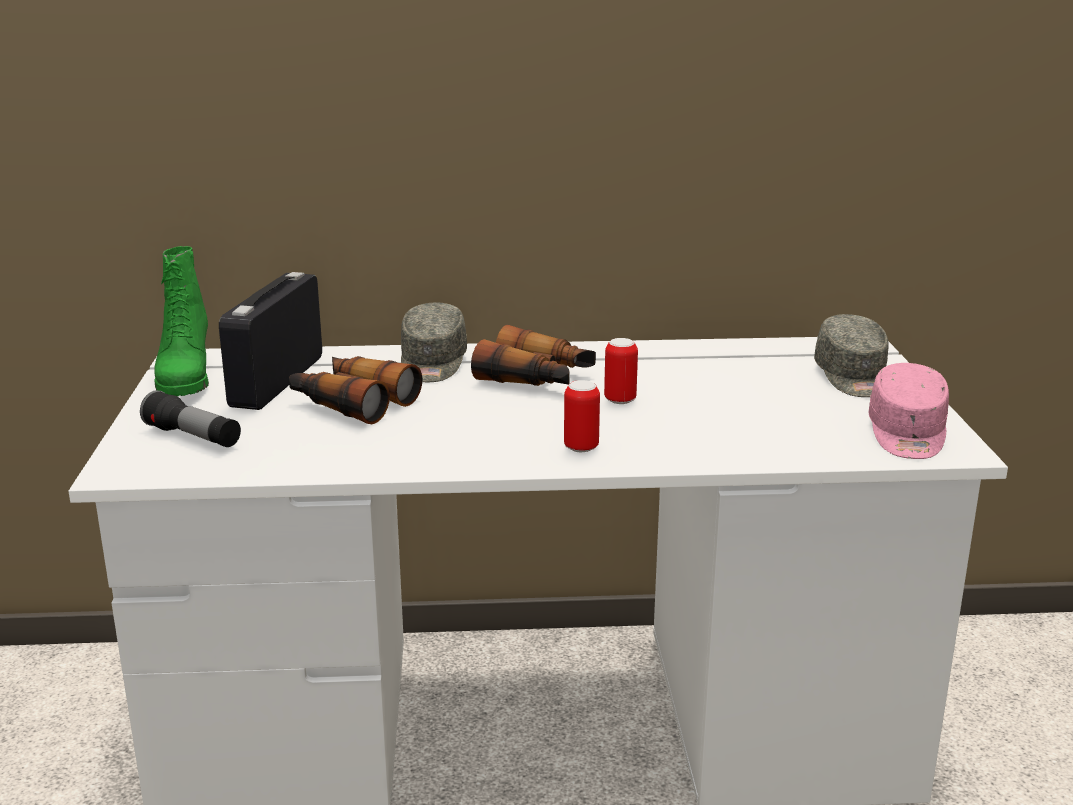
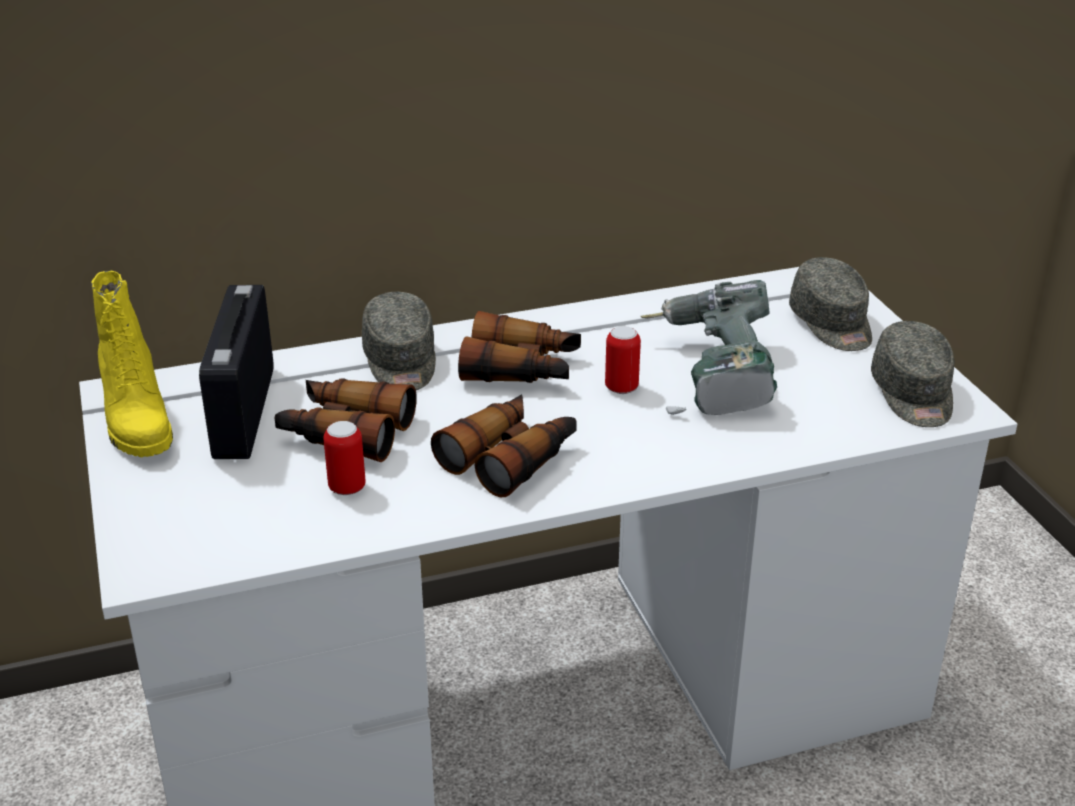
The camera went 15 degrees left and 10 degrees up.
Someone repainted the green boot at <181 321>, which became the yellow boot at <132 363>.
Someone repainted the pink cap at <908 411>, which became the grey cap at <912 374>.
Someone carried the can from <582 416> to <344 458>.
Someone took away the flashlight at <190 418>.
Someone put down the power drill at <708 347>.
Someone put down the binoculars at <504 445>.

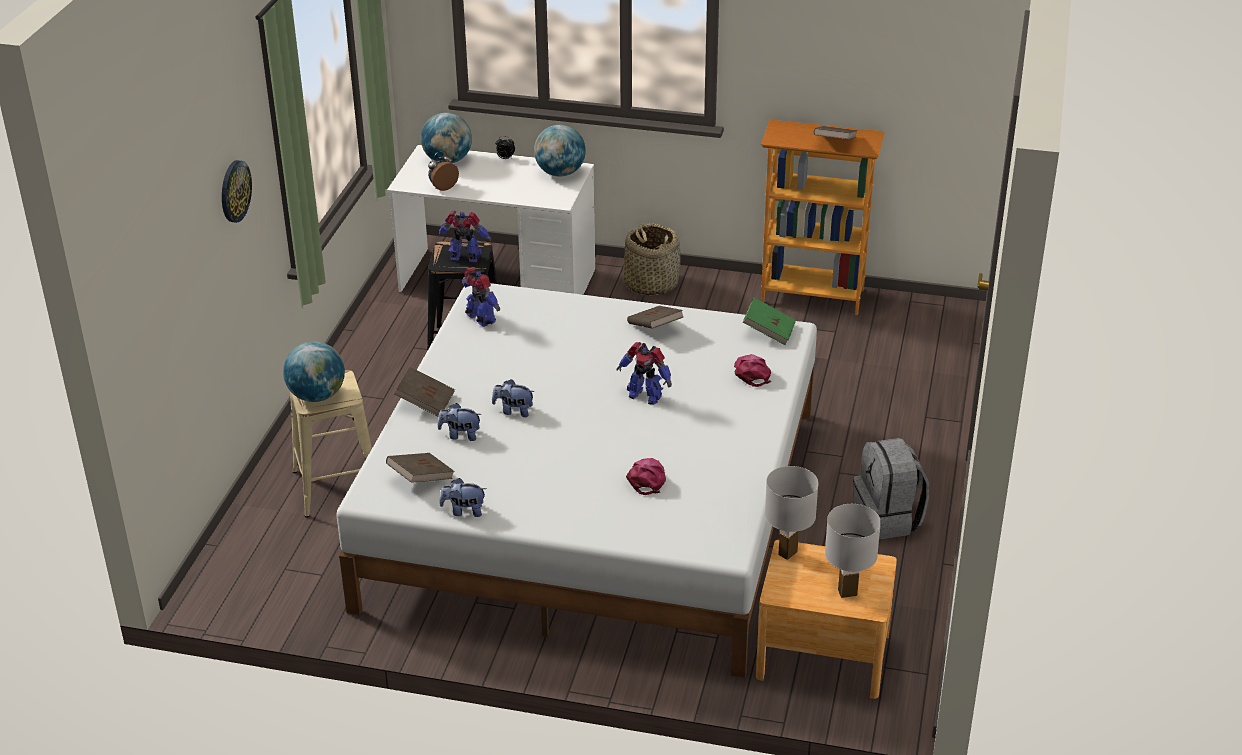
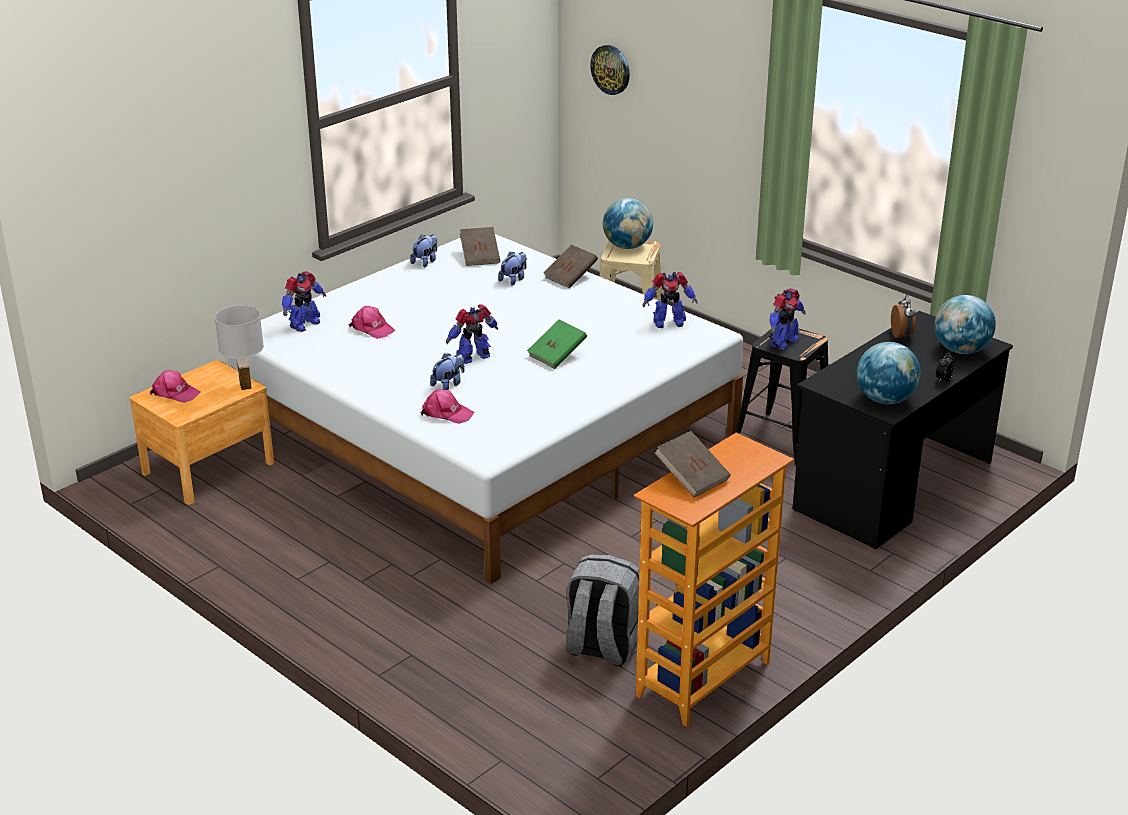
The camera went 120 degrees right and 5 degrees down.
Someone repainted the white desk at <491 220>, which became the black desk at <902 430>.
Someone carried the wall clock from <237 191> to <610 70>.
Someone took away the basket at <651 259>.
Someone carried the green book from <769 321> to <557 344>.
Someone took away the brown book at <655 317>.
Someone carried the plush toy from <513 398> to <447 371>.
Someone carried the grey backpack from <891 488> to <603 610>.
Someone swapped the white table lamp at <853 551> for the pink cap at <175 386>.
Someone put down the toy robot at <304 301>.

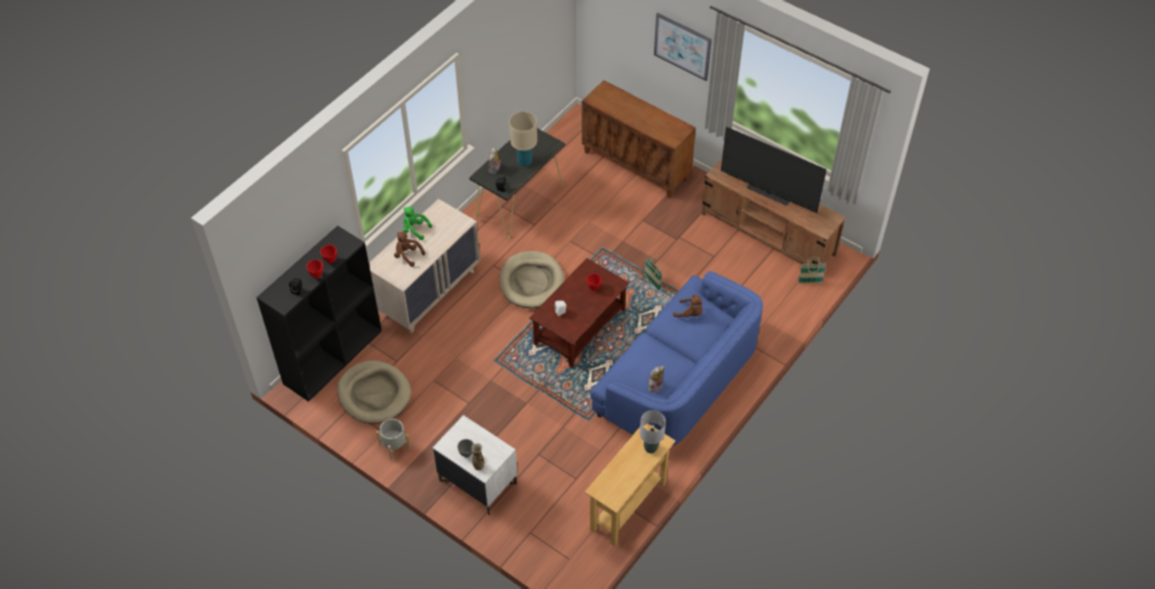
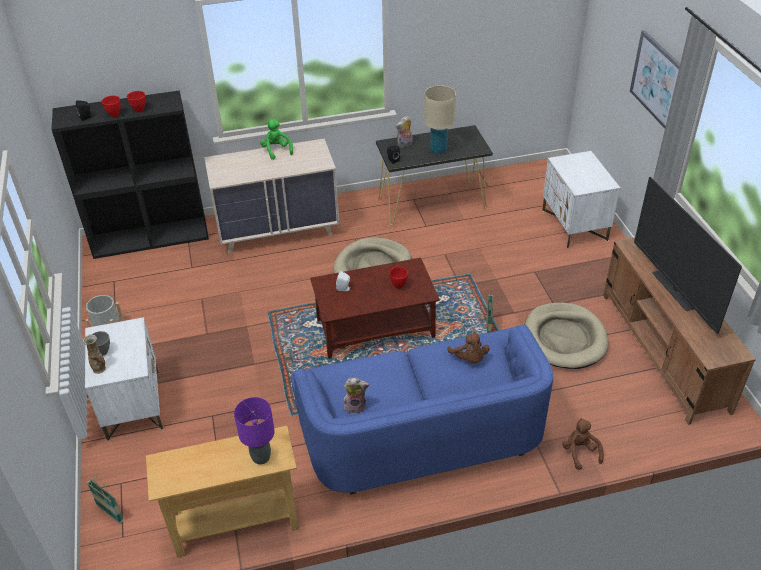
The camera went 40 degrees right and 10 degrees down.
Someone swapped the brown cabinet at <639 139> for the white nightstand at <581 200>.
Someone carried the brown plush toy from <409 249> to <582 444>.
Someone carried the basket from <812 270> to <105 499>.
Someone carried the beige dog bed from <374 392> to <567 335>.
Someone repainted the grey table lamp at <653 431>, which became the purple table lamp at <254 431>.

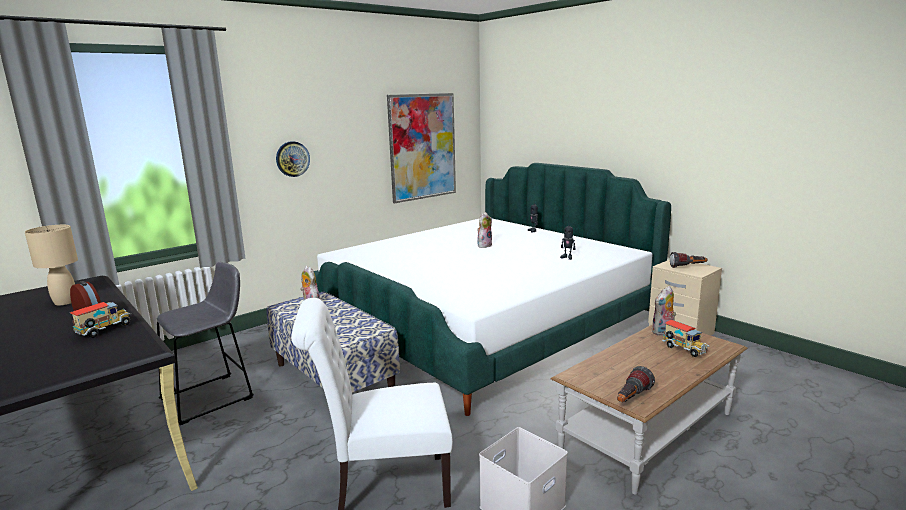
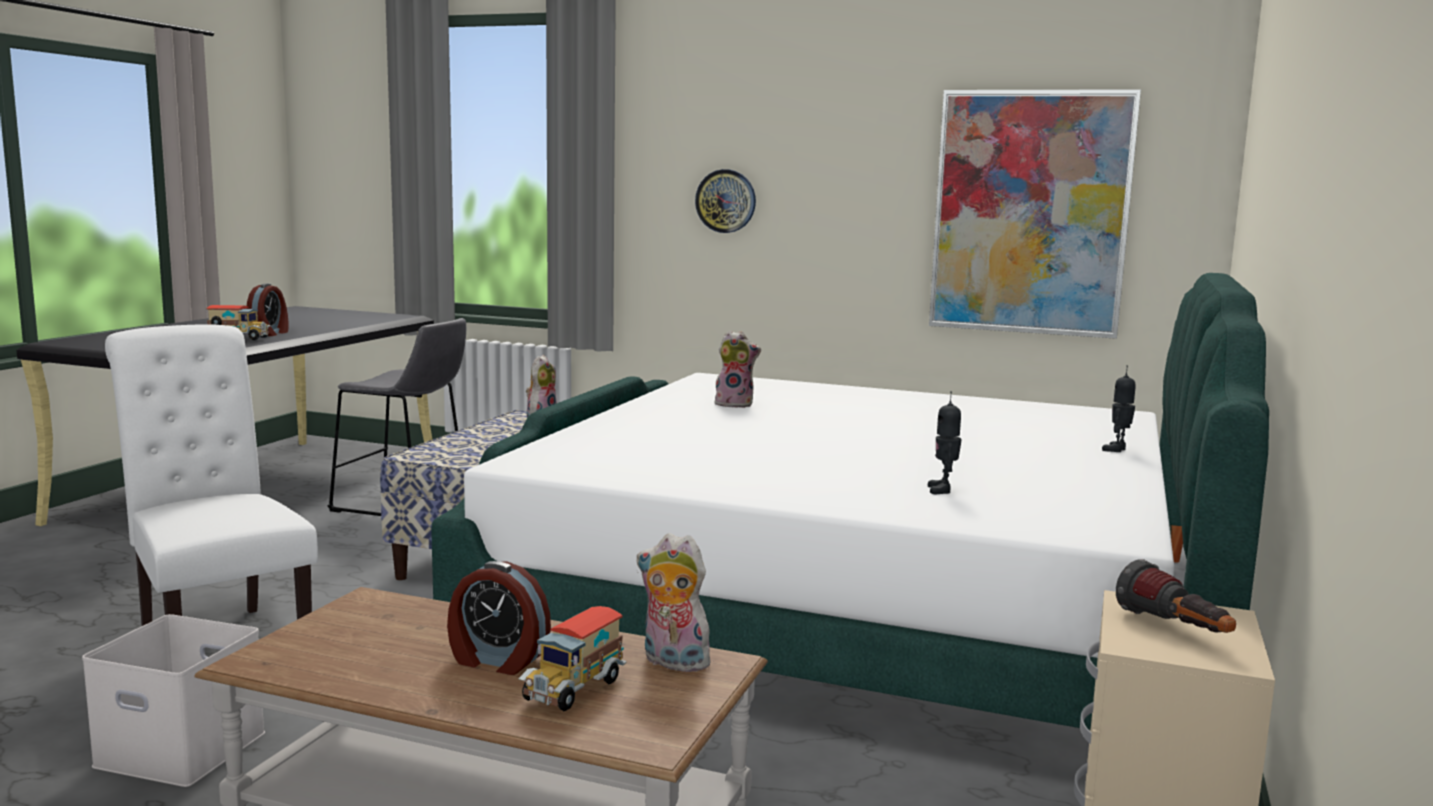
The camera went 60 degrees right and 5 degrees down.
Someone carried the plush toy from <485 230> to <737 369>.
Someone took away the beige table lamp at <51 265>.
Someone took away the flashlight at <636 384>.
Someone put down the alarm clock at <499 618>.

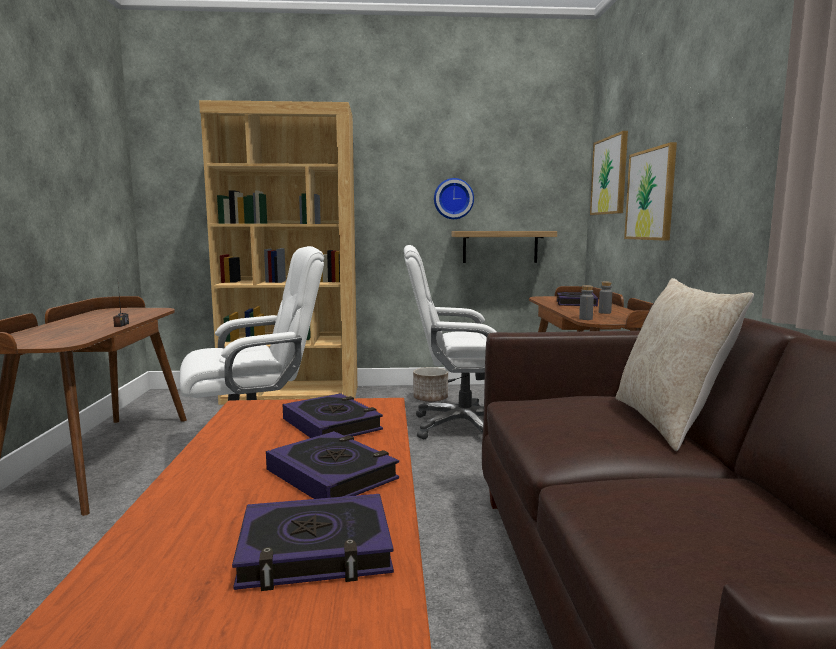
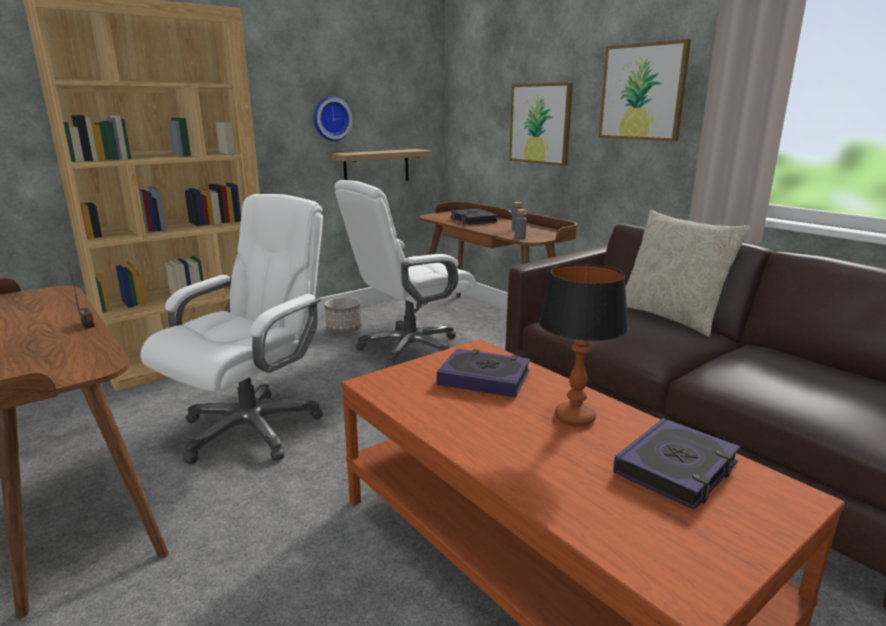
The camera went 35 degrees left and 10 degrees up.
Someone carried the picture from <609 173> to <645 90>.
Someone swapped the book at <332 465> for the table lamp at <584 345>.

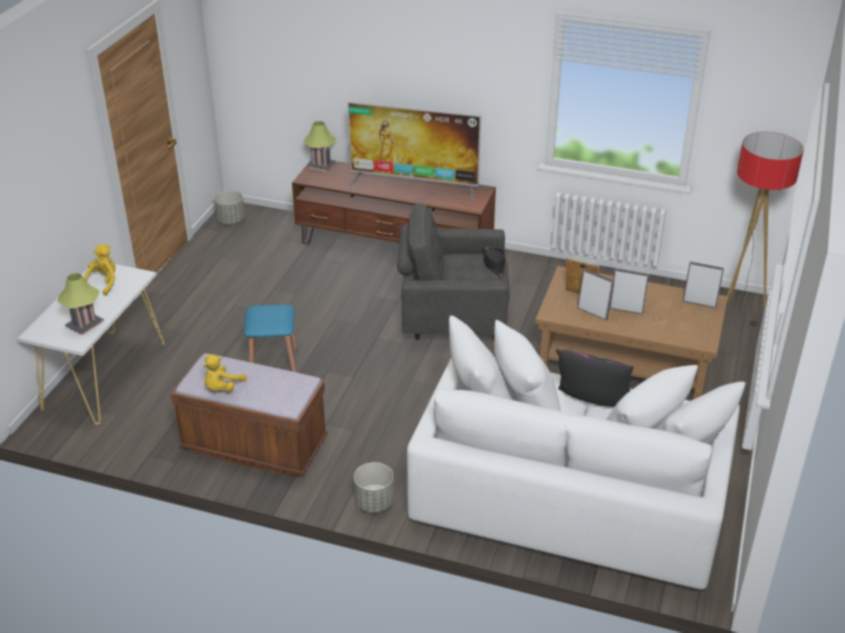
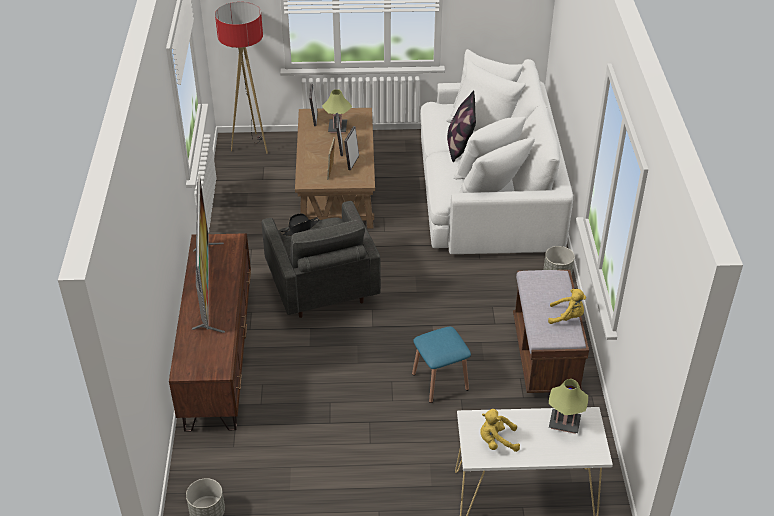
The camera went 110 degrees left and 5 degrees up.
Someone carried the table lamp from <319 146> to <337 111>.

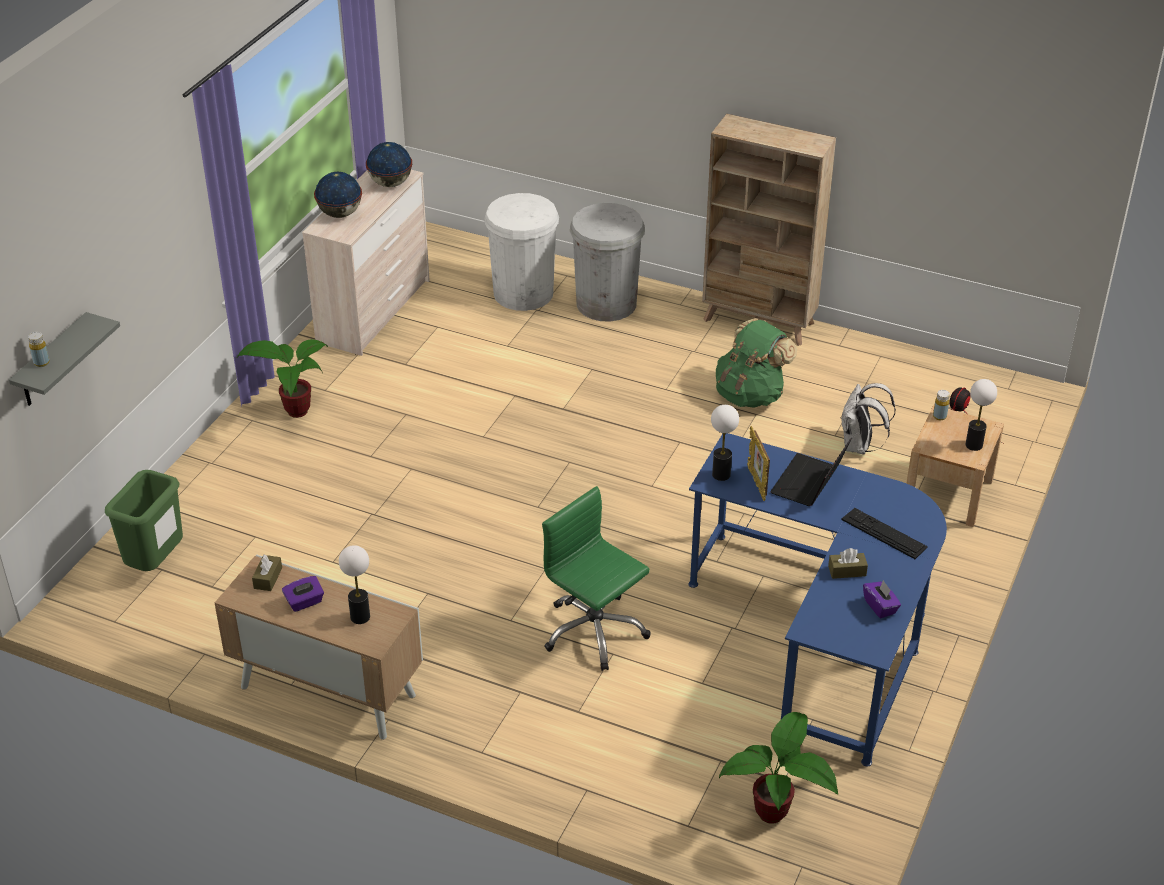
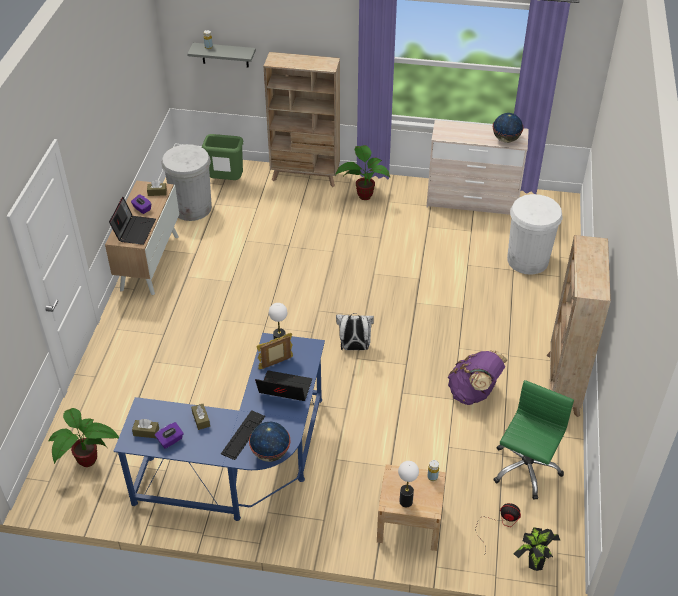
The camera went 75 degrees right and 5 degrees up.
Someone carried the globe from <338 195> to <269 442>.
Someone carried the white trash can from <607 262> to <186 182>.
Someone repainted the green backpack at <756 363>, which became the purple backpack at <478 377>.
Someone carried the white backpack from <868 418> to <355 331>.
Someone carried the green office chair from <596 578> to <533 440>.
Someone swapped the table lamp at <354 584> for the laptop at <132 221>.
Someone put down the beige bookcase at <302 119>.
Someone put down the brown tissue box at <145 428>.
Someone put down the potted plant at <537 549>.

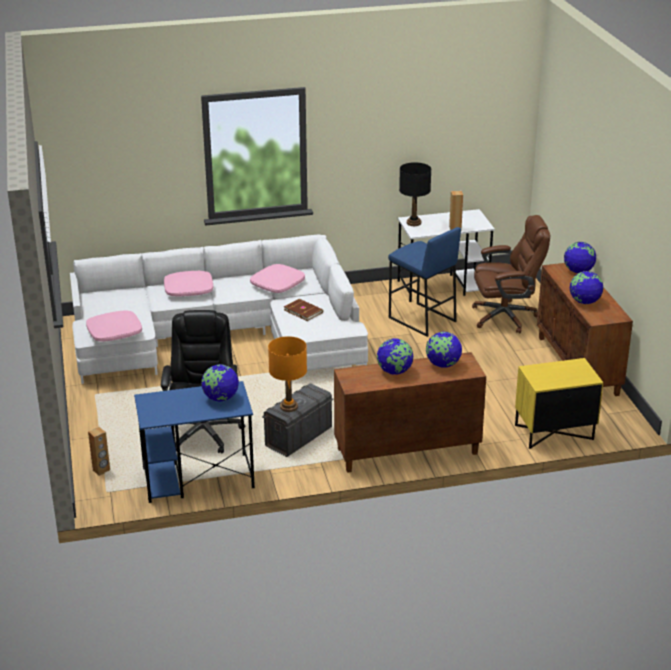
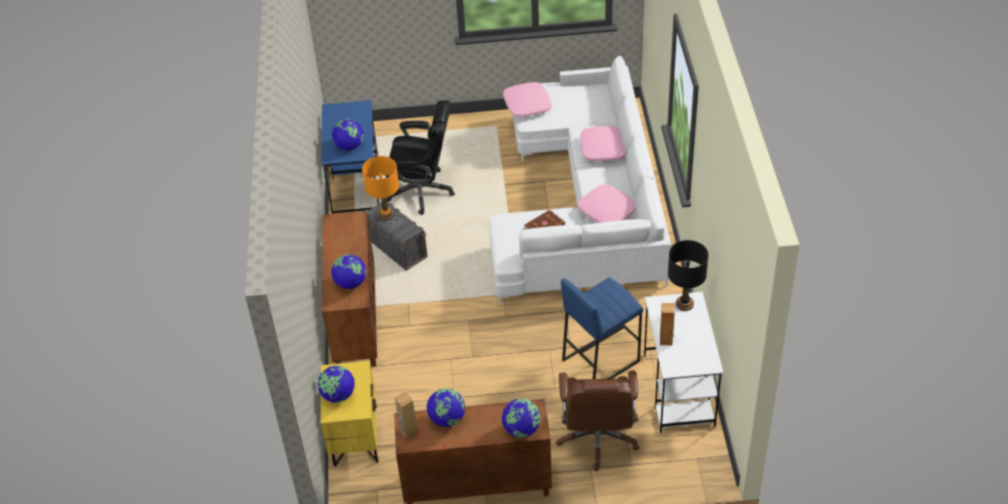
The camera went 100 degrees right and 15 degrees up.
Someone carried the globe from <395 356> to <336 384>.
Someone carried the brown speaker from <99 451> to <406 415>.

